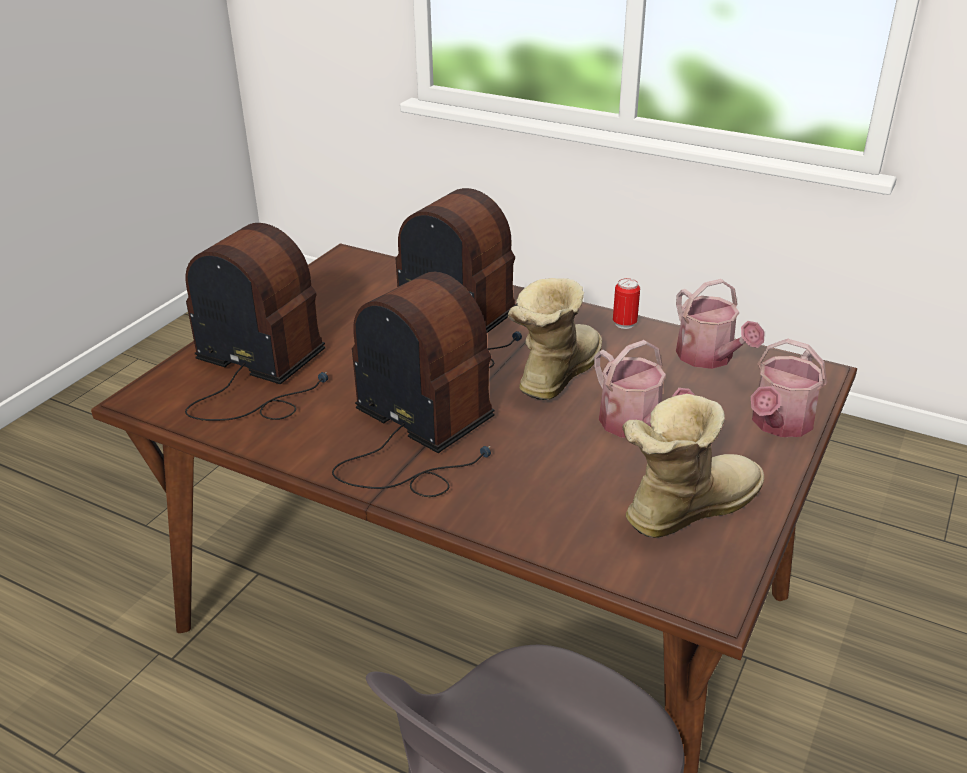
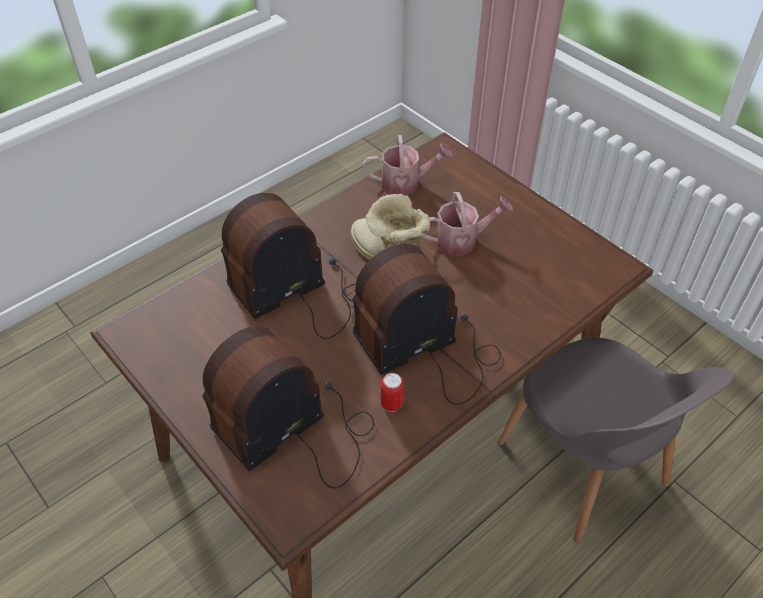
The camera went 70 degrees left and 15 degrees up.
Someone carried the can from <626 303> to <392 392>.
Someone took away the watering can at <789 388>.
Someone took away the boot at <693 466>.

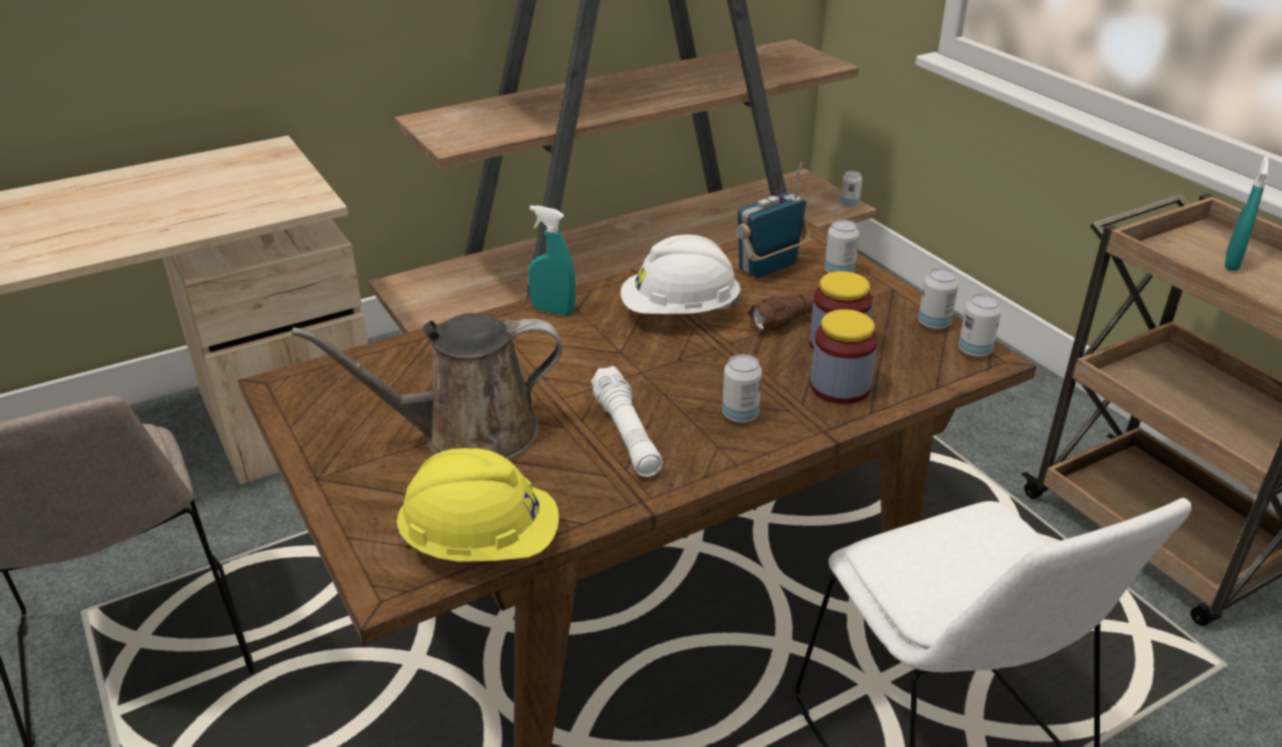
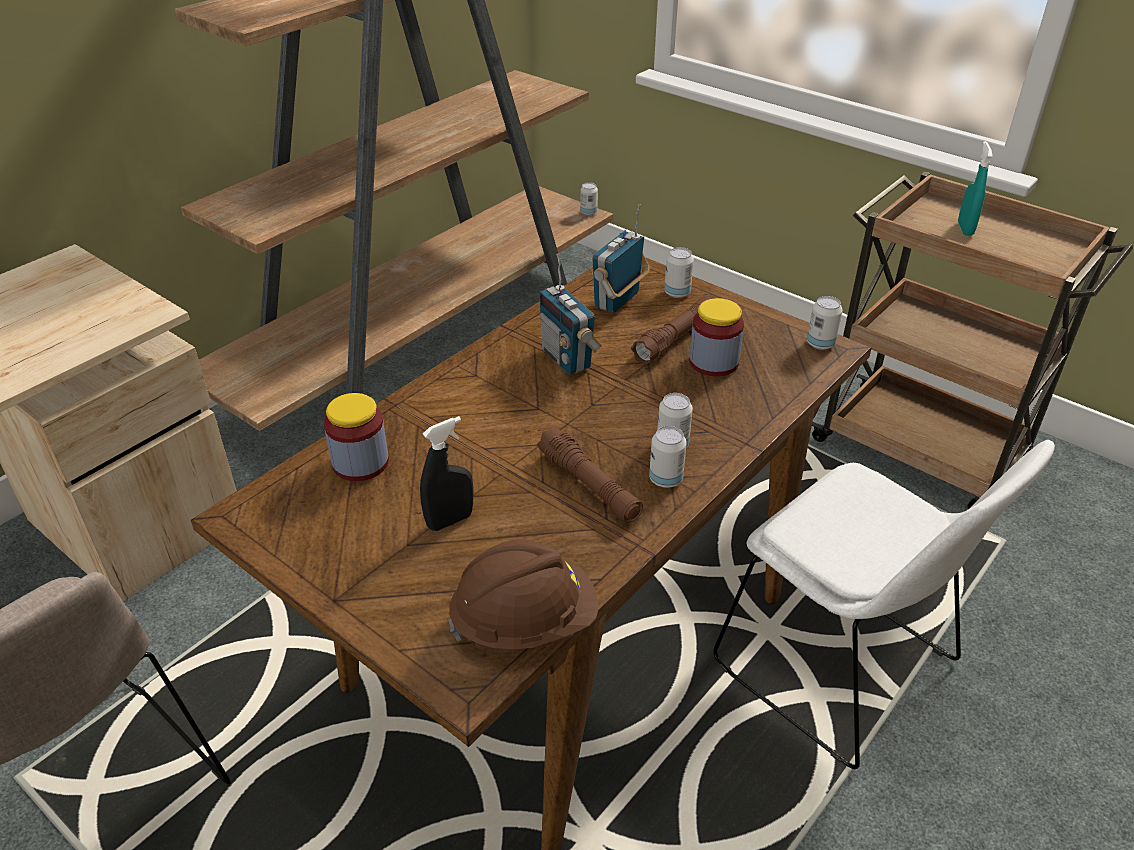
The camera went 20 degrees left and 5 degrees up.
Someone took away the turquoise spray bottle at <552 260>.
Someone swapped the white hard hat at <681 274> for the radio at <570 314>.
Someone carried the can from <938 299> to <668 457>.
Someone carried the jar from <844 356> to <356 437>.
Someone swapped the brown watering can at <427 386> for the black spray bottle at <447 473>.
Someone repainted the white flashlight at <627 421>, which became the brown flashlight at <590 474>.
Someone repainted the yellow hard hat at <477 505>, which became the brown hard hat at <523 594>.

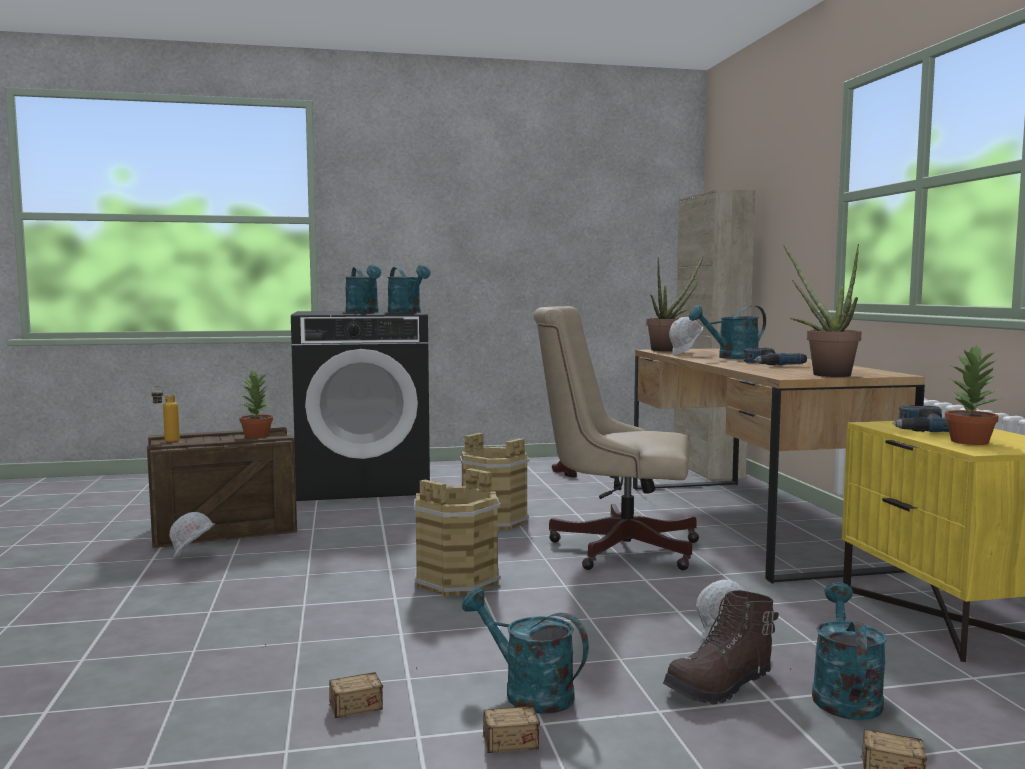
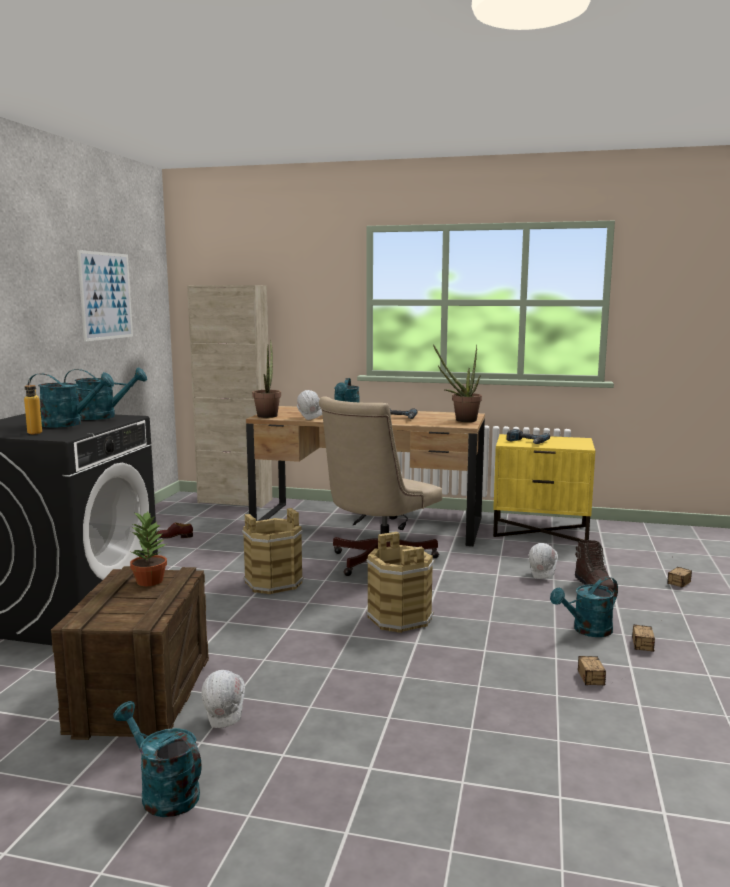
The camera went 65 degrees left and 5 degrees up.
Someone took away the potted plant at <972 394>.
Someone carried the bottle from <165 414> to <33 406>.
Someone carried the turquoise watering can from <849 651> to <157 759>.
Someone put up the picture at <105 296>.

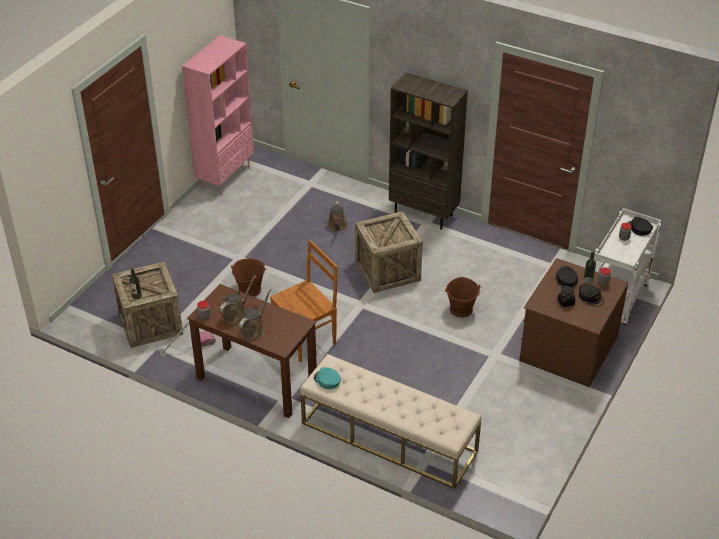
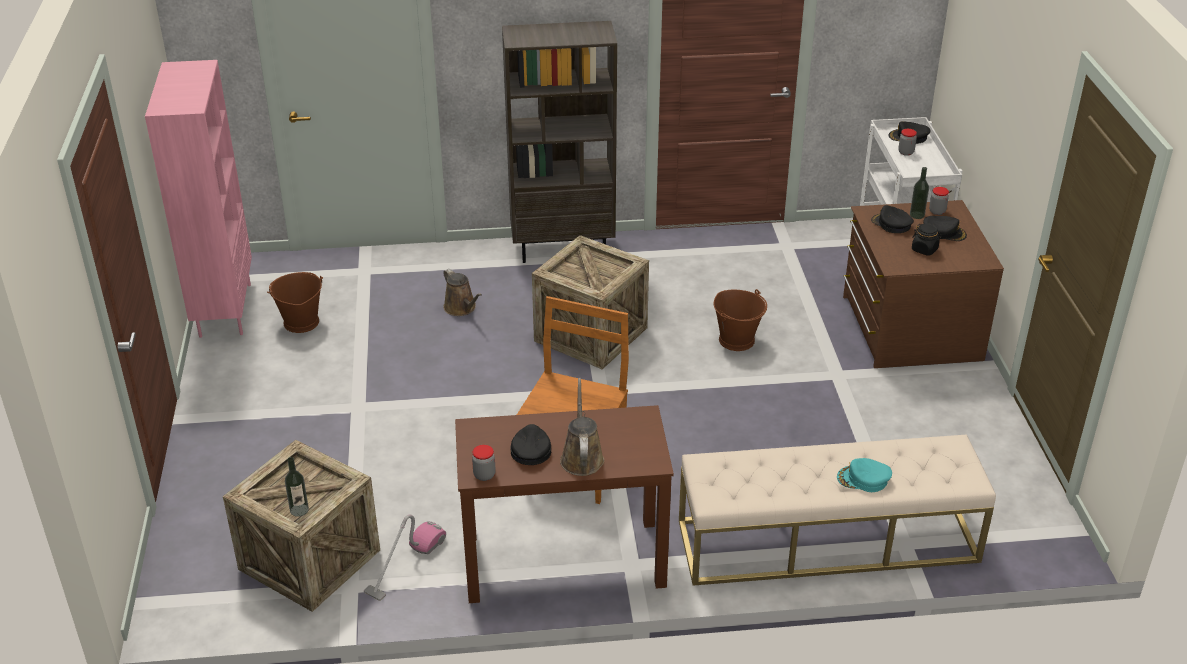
The camera went 35 degrees left and 5 degrees down.
Someone carried the brown bucket from <248 277> to <295 302>.
Someone swapped the brown watering can at <237 300> for the black cap at <531 444>.
Someone carried the turquoise cap from <327 378> to <864 475>.

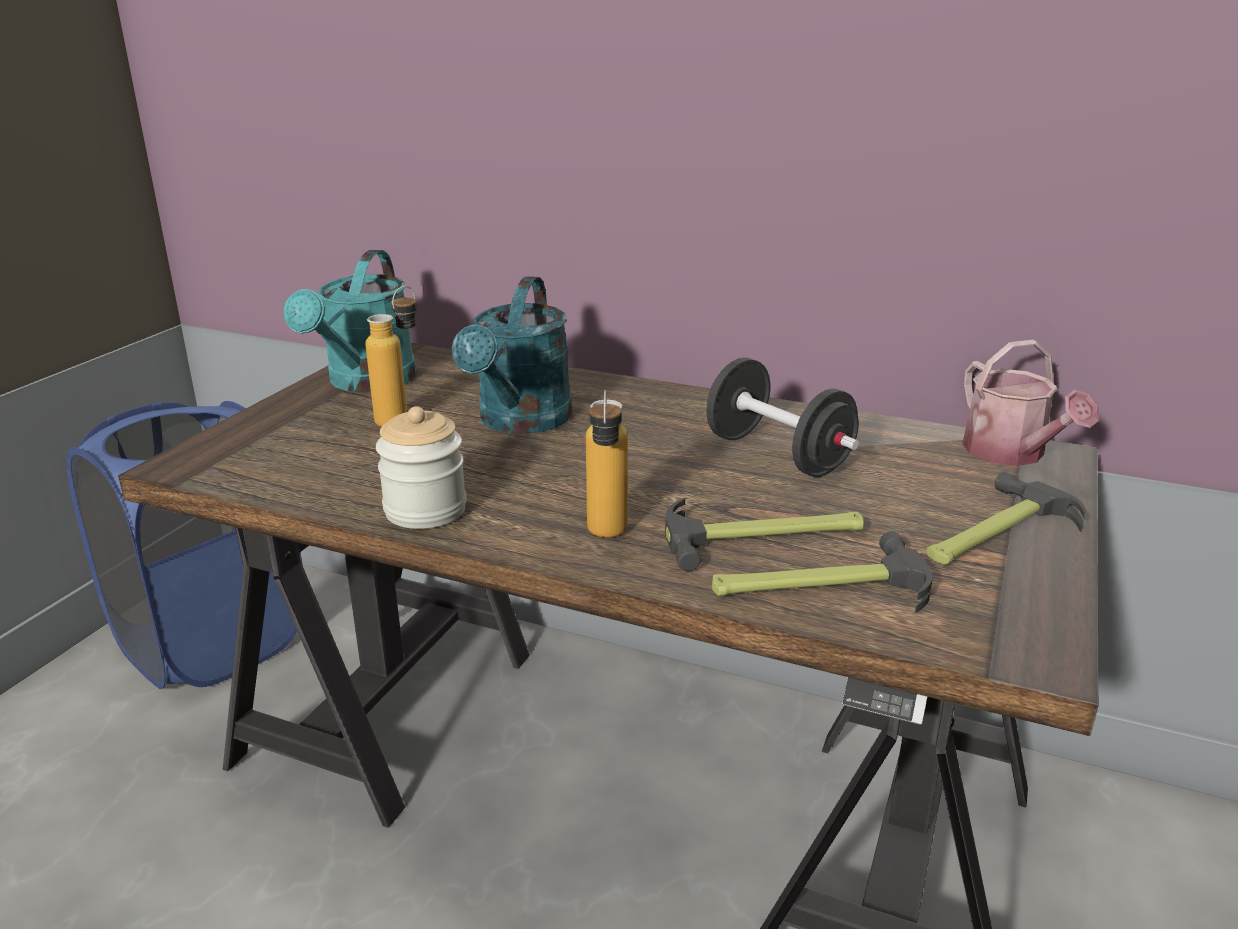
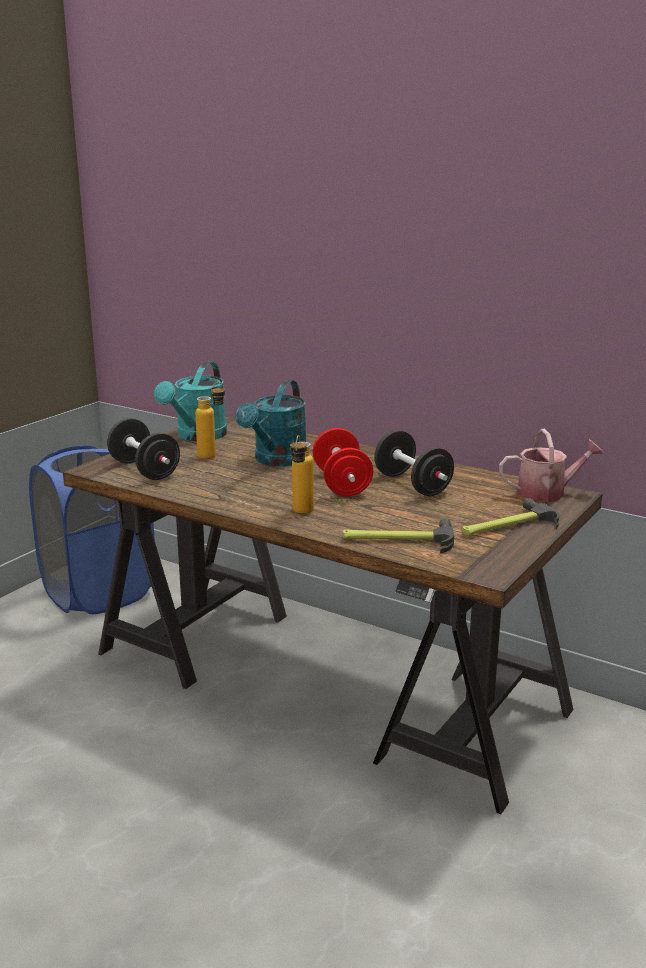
The camera went 10 degrees right and 5 degrees down.
Someone rotated the watering can at <1030 403> by 90 degrees counterclockwise.
Someone took away the jar at <421 467>.
Someone took away the hammer at <764 534>.
Someone put down the black dumbbell at <143 449>.
Someone put down the red dumbbell at <343 462>.

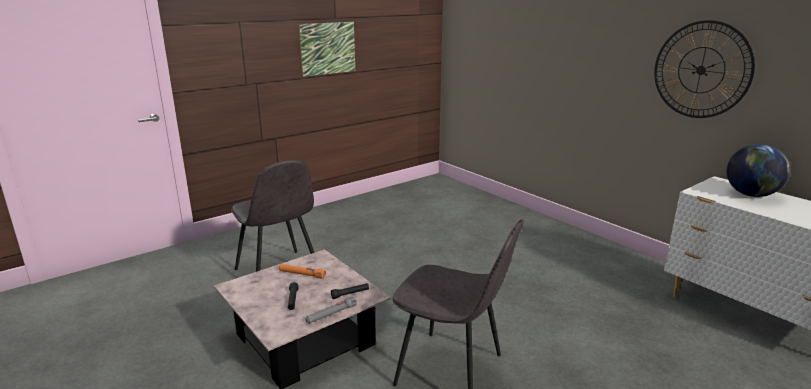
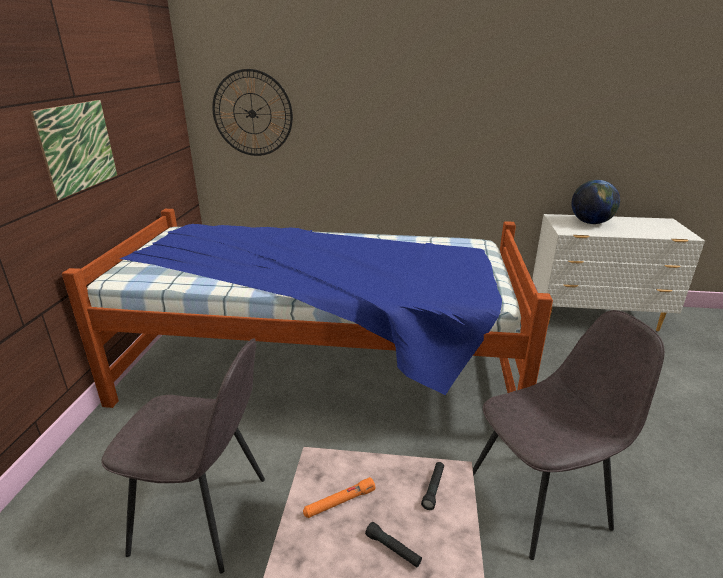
The camera went 45 degrees left and 5 degrees up.
Someone carried the wall clock from <704 69> to <252 112>.
Someone took away the grey flashlight at <331 310>.
Someone put down the bed at <307 308>.

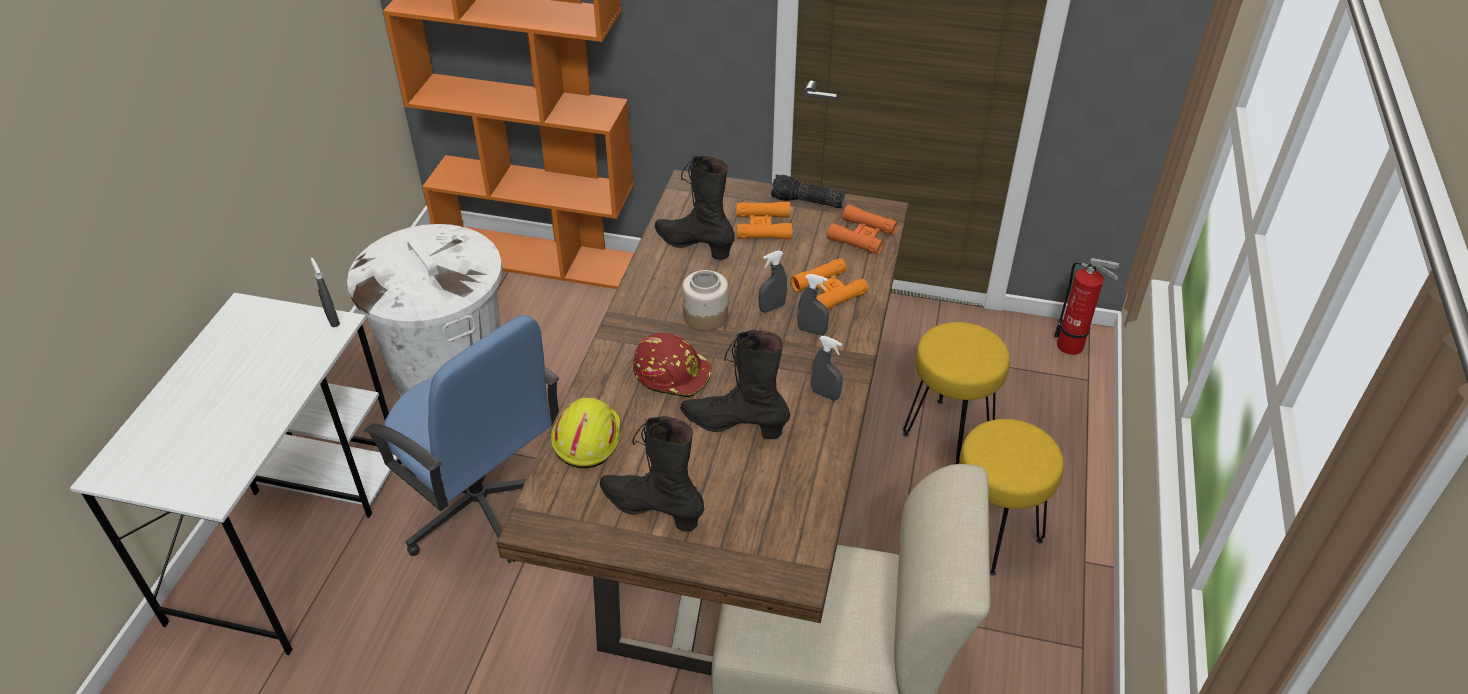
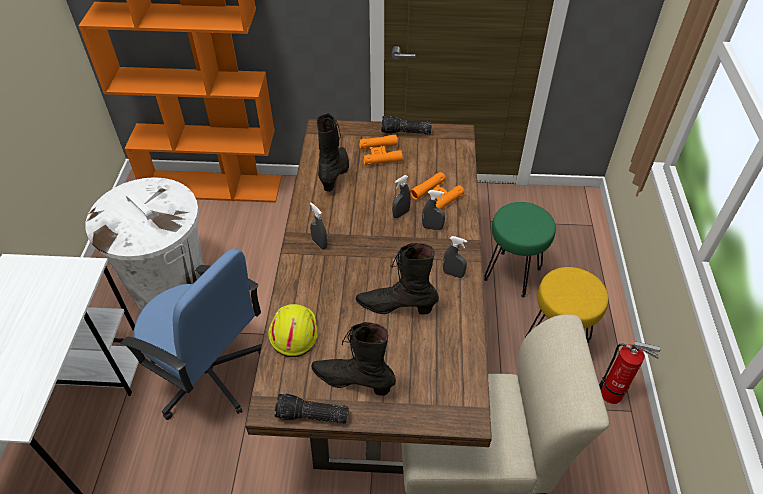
The camera went 10 degrees left and 5 degrees up.
Someone rotated the black boot at <695 208> by 75 degrees clockwise.
Someone took away the orange binoculars at <862 229>.
Someone carried the grey spray bottle from <325 292> to <319 226>.
Someone carried the fire extinguisher from <1086 306> to <630 372>.
Someone took away the jar at <705 300>.
Someone repainted the yellow stool at <956 393>, which became the green stool at <520 250>.
Someone took away the red hard hat at <672 365>.
Someone put down the flashlight at <312 409>.

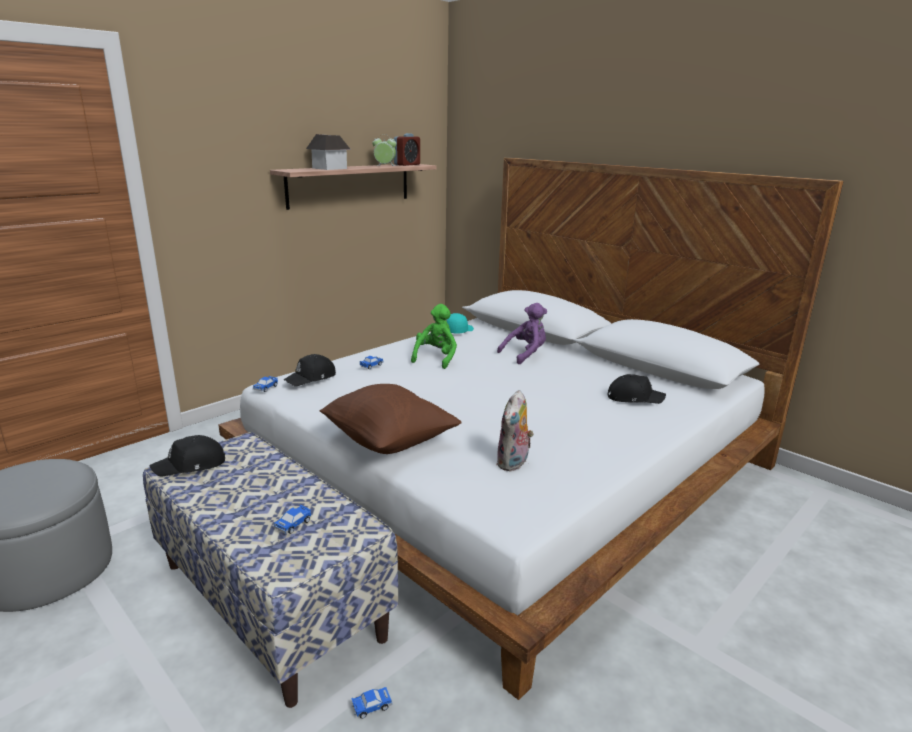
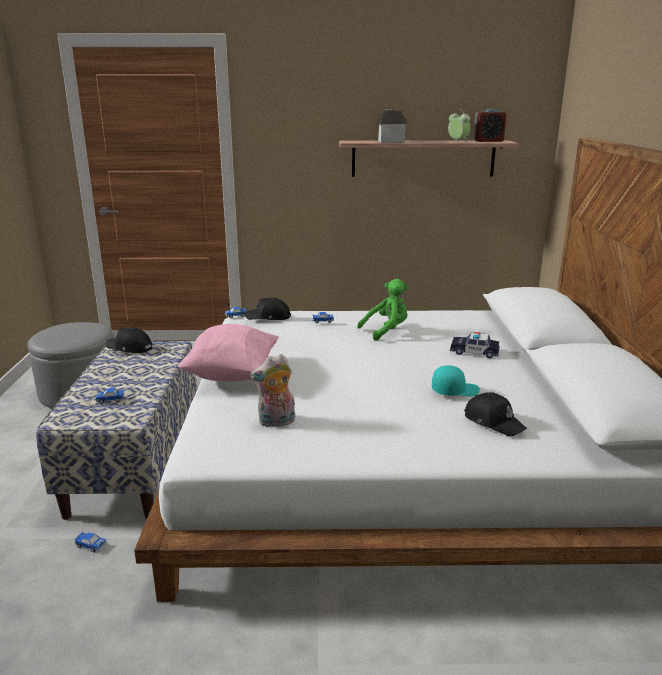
The camera went 45 degrees right and 0 degrees up.
Someone swapped the purple plush toy at <522 333> for the toy car at <475 345>.
Someone carried the turquoise cap from <460 323> to <456 381>.
Someone repainted the brown pillow at <391 419>, which became the pink pillow at <228 352>.

